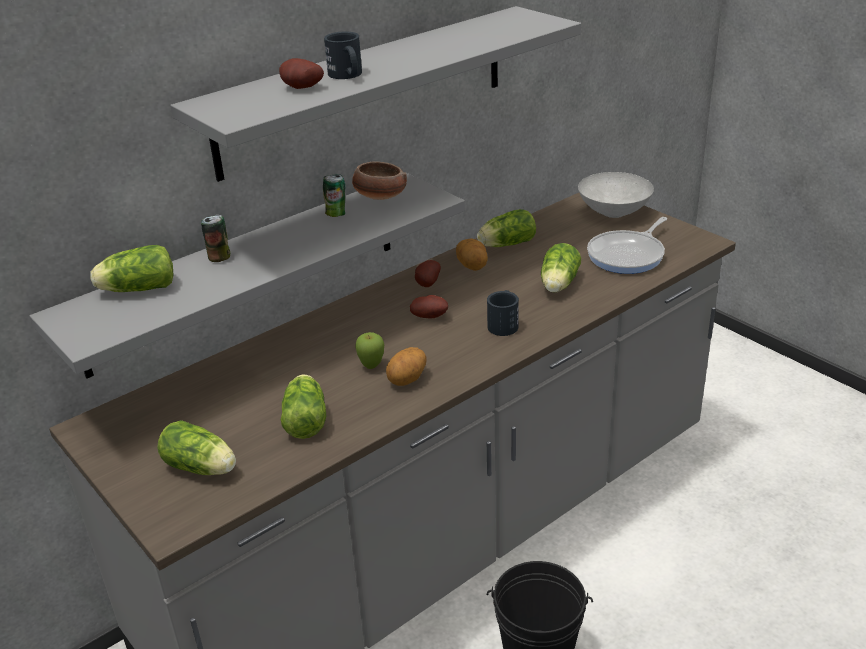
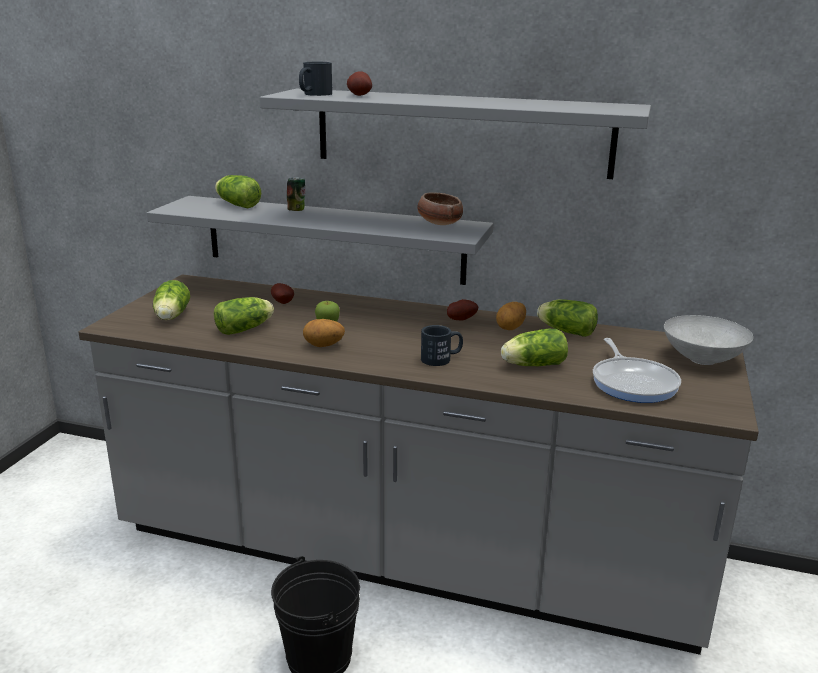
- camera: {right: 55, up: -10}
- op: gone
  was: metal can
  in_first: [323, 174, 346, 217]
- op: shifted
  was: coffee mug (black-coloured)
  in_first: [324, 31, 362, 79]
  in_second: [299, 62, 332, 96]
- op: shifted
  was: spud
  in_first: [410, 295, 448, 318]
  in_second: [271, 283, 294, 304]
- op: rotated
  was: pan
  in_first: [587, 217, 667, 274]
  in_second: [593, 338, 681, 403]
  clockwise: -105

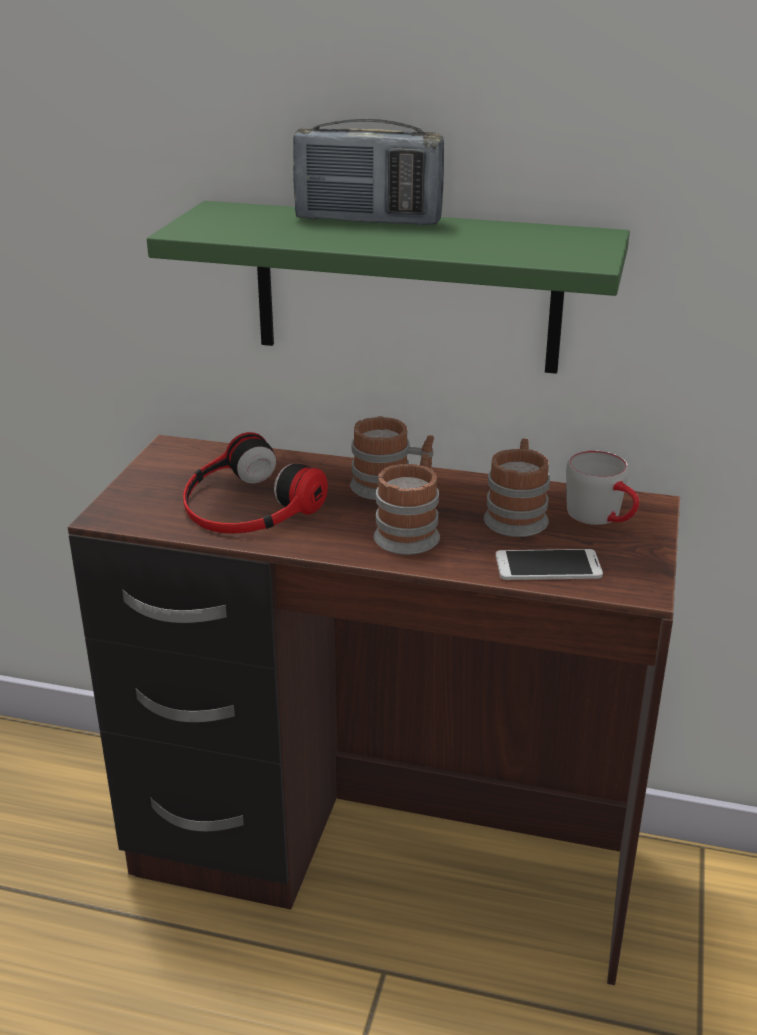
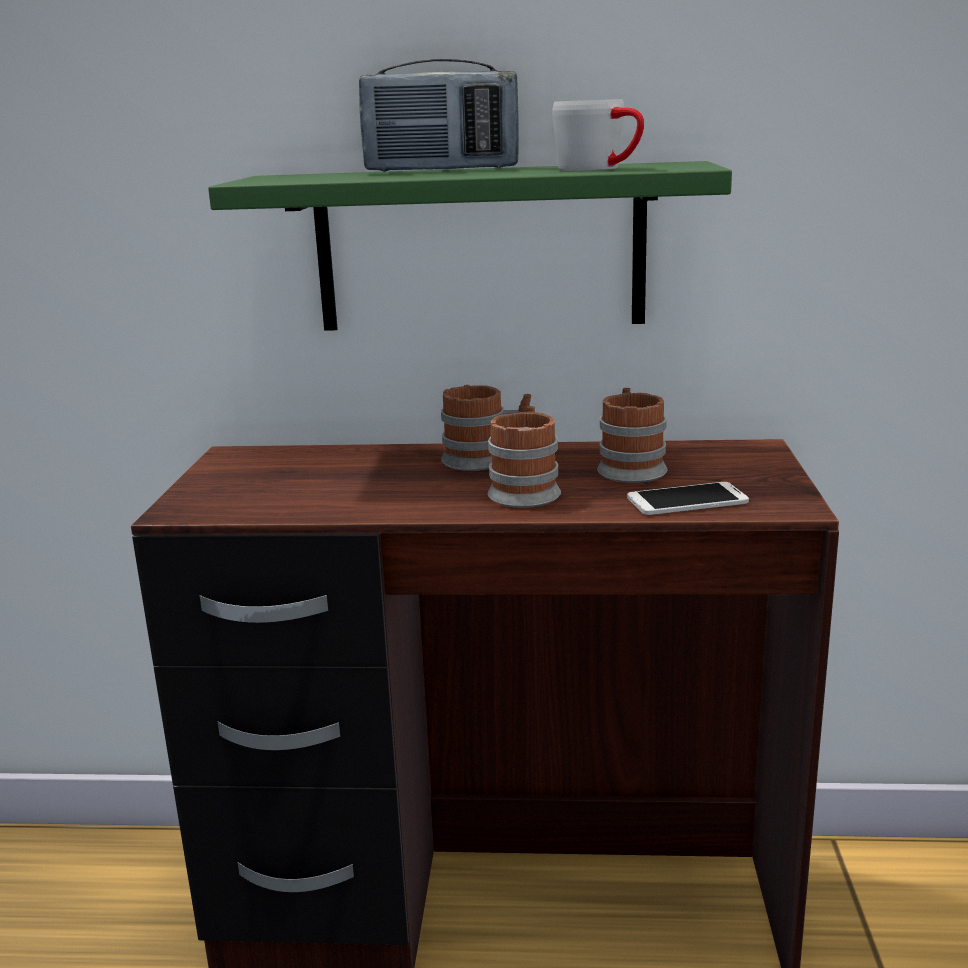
- camera: {right: -10, up: -10}
- op: gone
  was: pair of headphones
  in_first: [183, 432, 328, 533]
- op: shifted
  was: coffee mug (greyish)
  in_first: [566, 450, 640, 525]
  in_second: [552, 99, 644, 171]

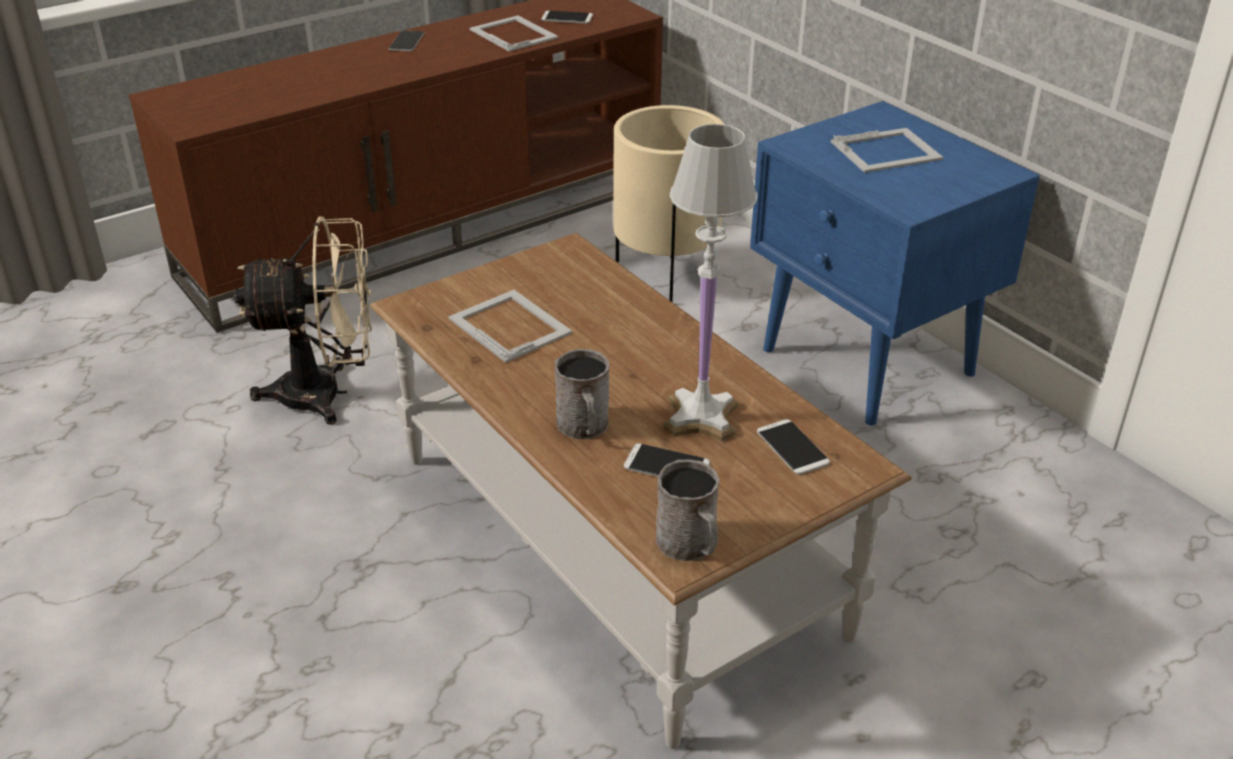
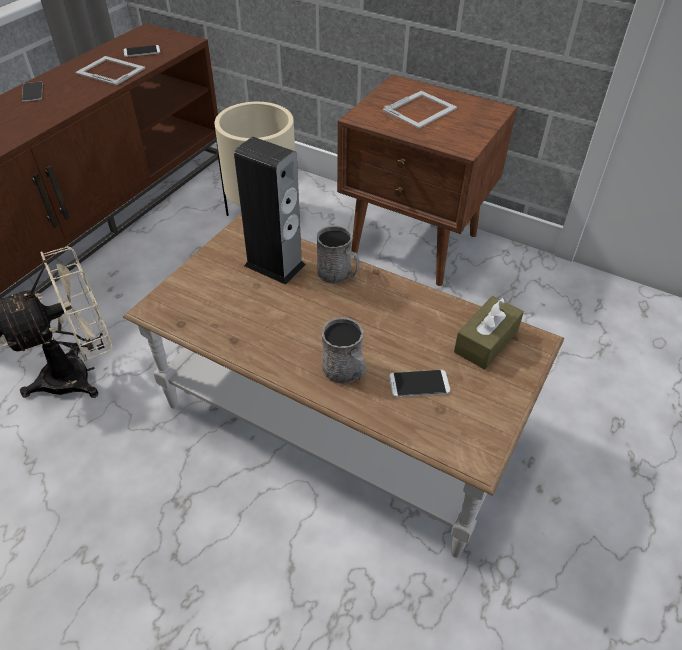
- camera: {right: -25, up: 10}
- op: gone
  was: photo frame
  in_first: [449, 290, 572, 363]
- op: shifted
  was: coffee mug (greyish)
  in_first: [656, 459, 720, 561]
  in_second: [317, 225, 360, 284]
- op: gone
  was: lamp for a table (whitish)
  in_first: [663, 124, 757, 442]
- op: repainted
  was: bedside table (blue)
  now: bedside table (brown-coloured)
  in_first: [750, 101, 1040, 426]
  in_second: [337, 74, 517, 286]
- op: swapped
  was: phone
  now: tissue box (brown-coloured)
  in_first: [757, 419, 830, 475]
  in_second: [454, 296, 524, 369]
- op: new
  now: speaker
  in_second: [234, 137, 305, 285]

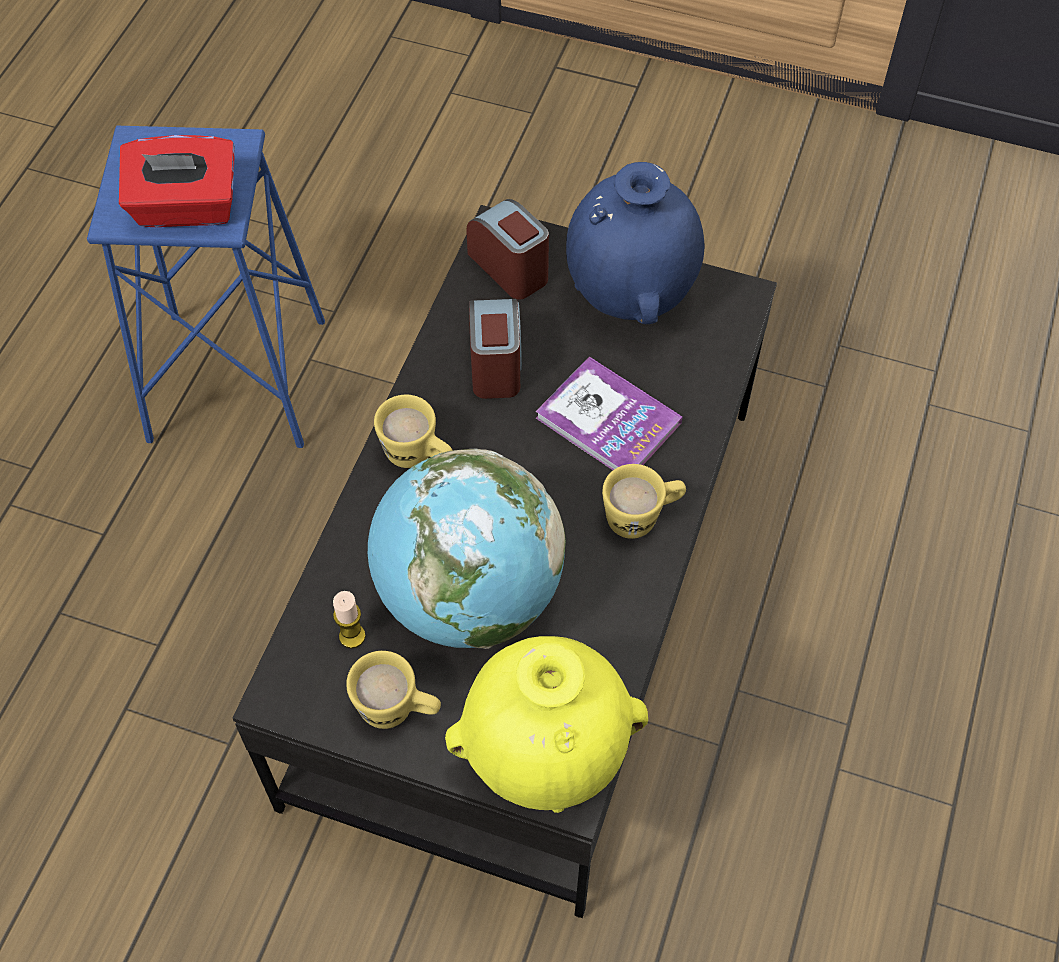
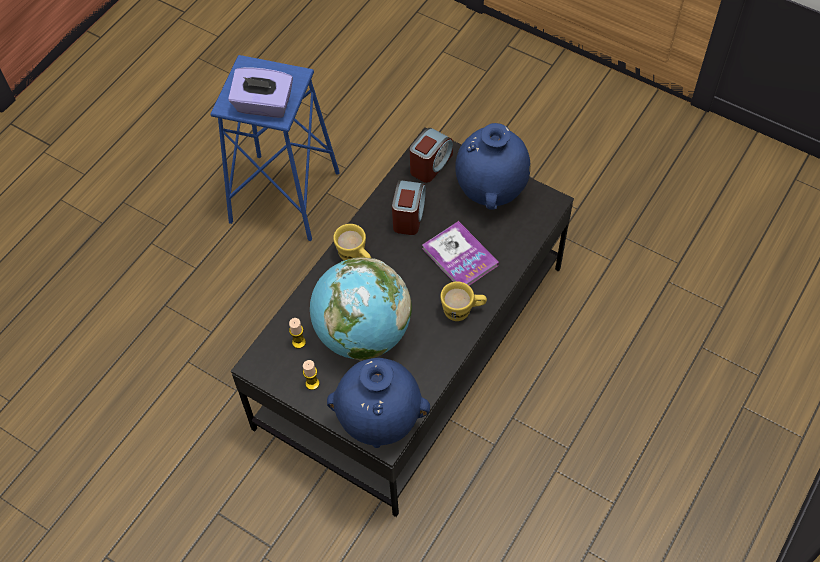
- camera: {right: 15, up: 0}
- op: repainted
  was: tissue box (red-coloured)
  now: tissue box (purple-coloured)
  in_first: [119, 135, 235, 227]
  in_second: [228, 67, 293, 118]
- op: swapped
  was: coffee mug (yellow-coloured)
  now: candle
  in_first: [346, 651, 441, 729]
  in_second: [303, 360, 319, 390]
- op: repainted
  was: flower vase (yellow-coloured)
  now: flower vase (blue)
  in_first: [445, 636, 648, 813]
  in_second: [327, 358, 430, 448]
- op: rotated
  was: alarm clock
  in_first: [466, 199, 549, 300]
  in_second: [410, 128, 453, 183]
  clockwise: 60

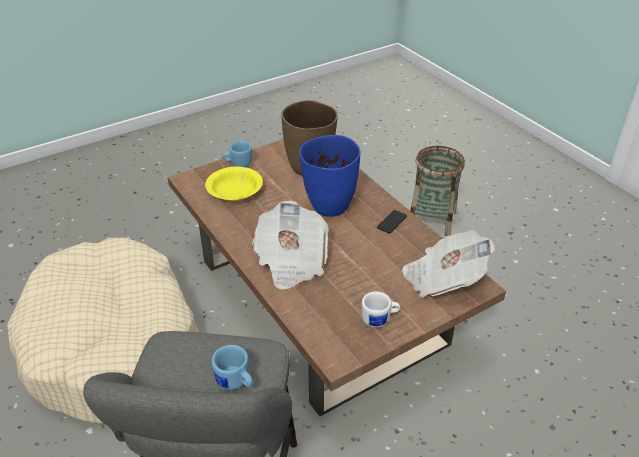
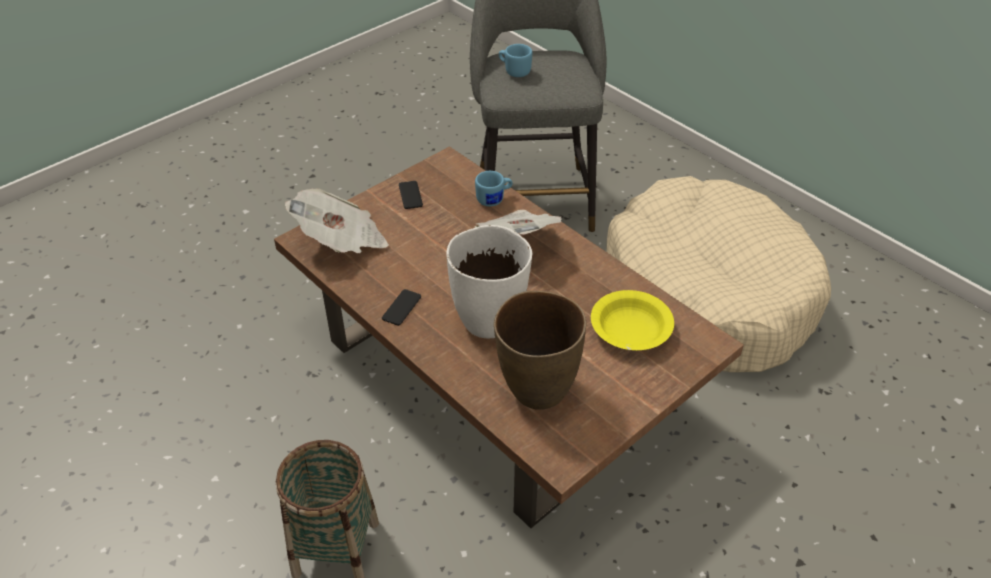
- camera: {right: 170, up: 5}
- op: shifted
  was: coffee mug (blue)
  in_first: [223, 141, 252, 167]
  in_second: [475, 171, 513, 206]
- op: repainted
  was: flower vase (blue)
  now: flower vase (whitish)
  in_first: [299, 135, 361, 217]
  in_second: [447, 225, 532, 339]
- op: swapped
  was: coffee mug (whitish)
  now: phone
  in_first: [362, 291, 400, 328]
  in_second: [399, 181, 423, 209]

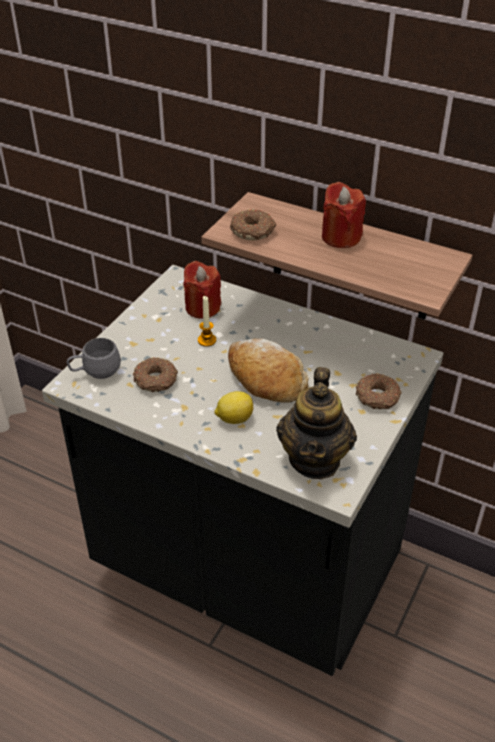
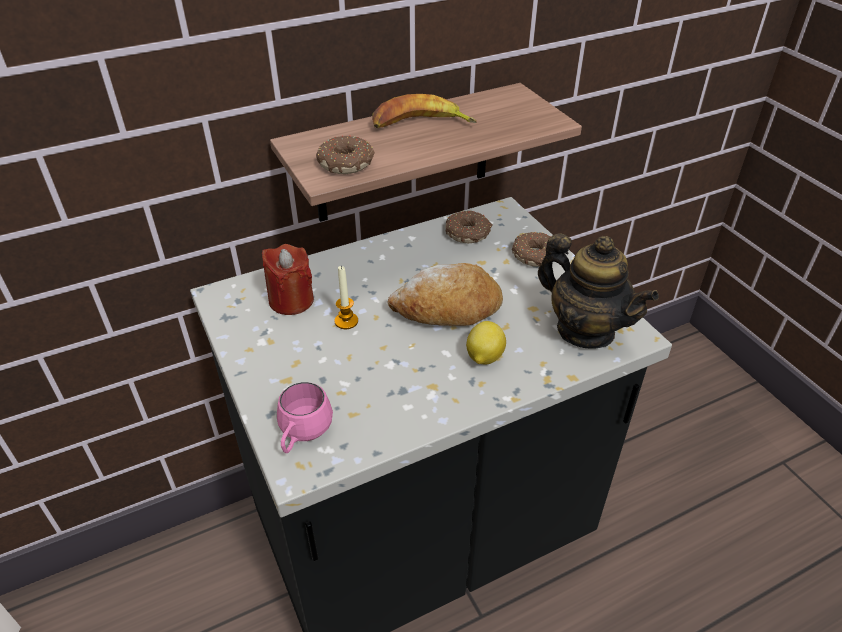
- camera: {right: -55, up: 0}
- op: repainted
  was: coffee mug (greyish)
  now: coffee mug (pink)
  in_first: [66, 338, 121, 379]
  in_second: [277, 382, 333, 453]
- op: shifted
  was: doughnut
  in_first: [133, 357, 178, 392]
  in_second: [445, 211, 493, 243]
- op: swapped
  was: candle (red-coloured)
  now: banana
  in_first: [322, 182, 366, 248]
  in_second: [372, 94, 477, 128]

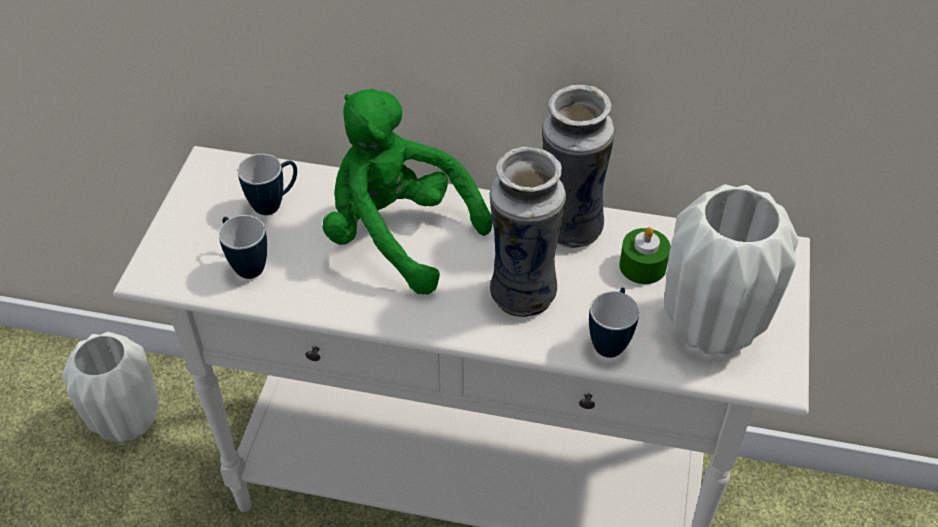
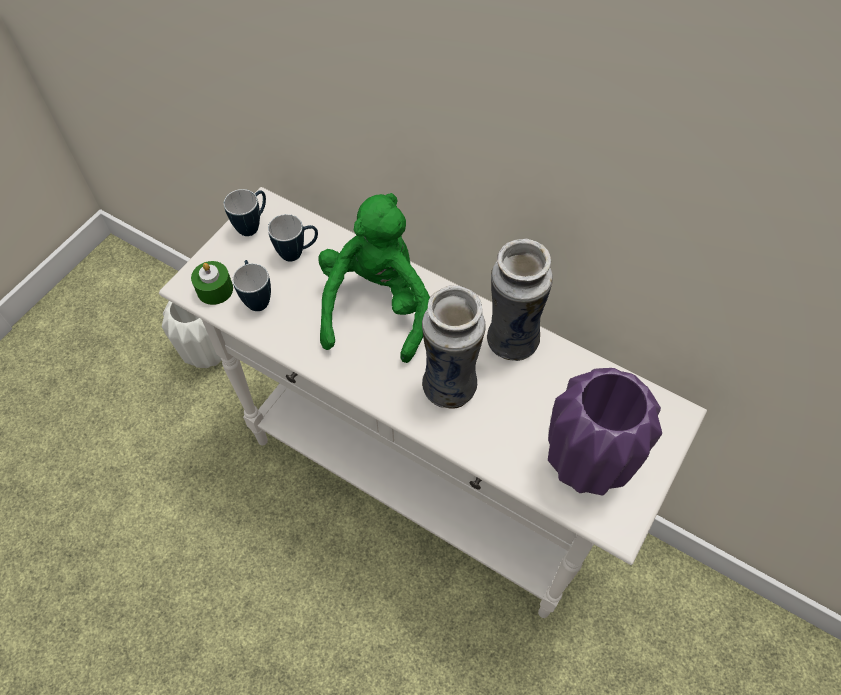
- camera: {right: 20, up: 10}
- op: rotated
  was: plush toy (green)
  in_first: [322, 89, 492, 295]
  in_second: [318, 193, 430, 363]
  clockwise: 45
- op: shifted
  was: coffee mug
  in_first: [589, 288, 639, 358]
  in_second: [224, 189, 266, 236]
- op: shifted
  was: candle (green)
  in_first: [619, 227, 671, 284]
  in_second: [191, 261, 233, 305]
- op: repainted
  was: flower vase (whitish)
  now: flower vase (purple-coloured)
  in_first: [664, 185, 799, 354]
  in_second: [548, 368, 662, 495]

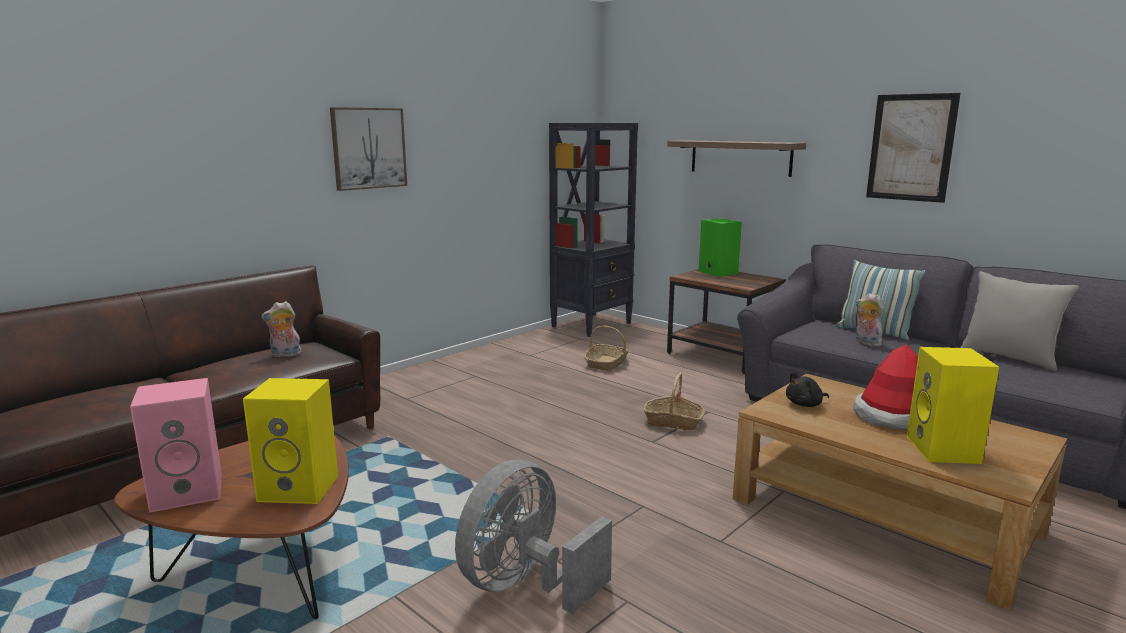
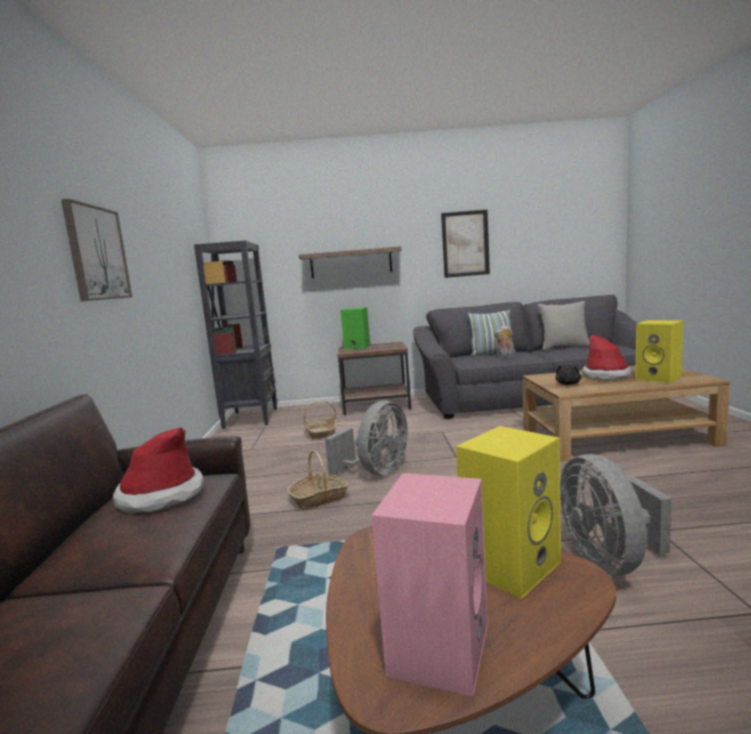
- camera: {right: -45, up: -5}
- op: swapped
  was: plush toy
  now: hat
  in_first: [261, 301, 302, 357]
  in_second: [112, 427, 204, 513]
- op: shifted
  was: household basket
  in_first: [644, 373, 705, 431]
  in_second: [287, 451, 349, 510]
- op: new
  now: electric fan (greyish)
  in_second: [325, 401, 408, 476]

